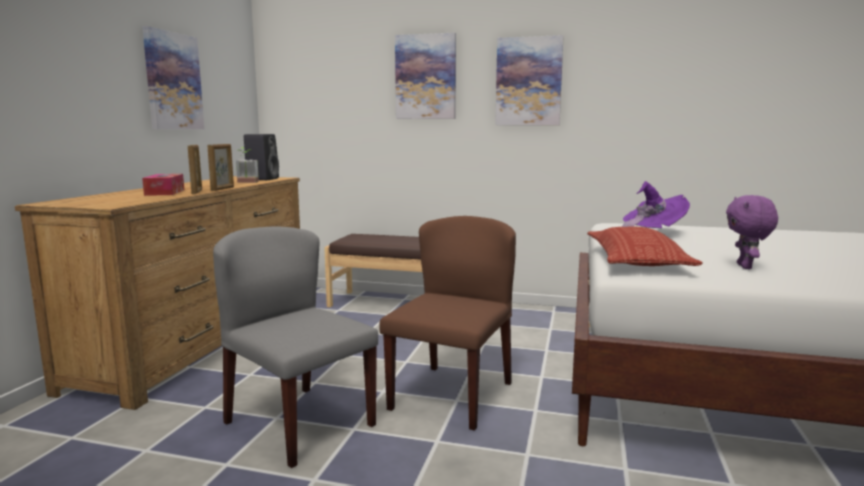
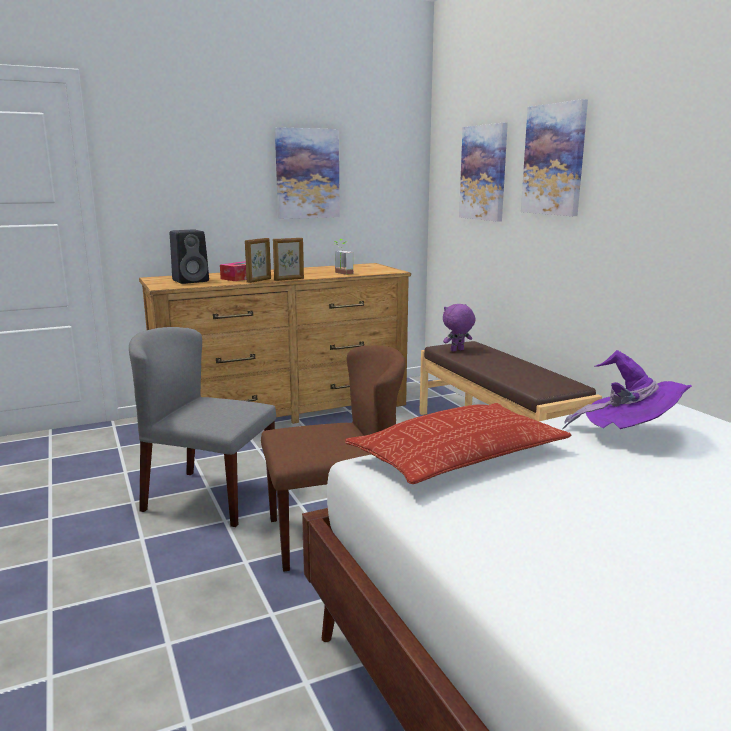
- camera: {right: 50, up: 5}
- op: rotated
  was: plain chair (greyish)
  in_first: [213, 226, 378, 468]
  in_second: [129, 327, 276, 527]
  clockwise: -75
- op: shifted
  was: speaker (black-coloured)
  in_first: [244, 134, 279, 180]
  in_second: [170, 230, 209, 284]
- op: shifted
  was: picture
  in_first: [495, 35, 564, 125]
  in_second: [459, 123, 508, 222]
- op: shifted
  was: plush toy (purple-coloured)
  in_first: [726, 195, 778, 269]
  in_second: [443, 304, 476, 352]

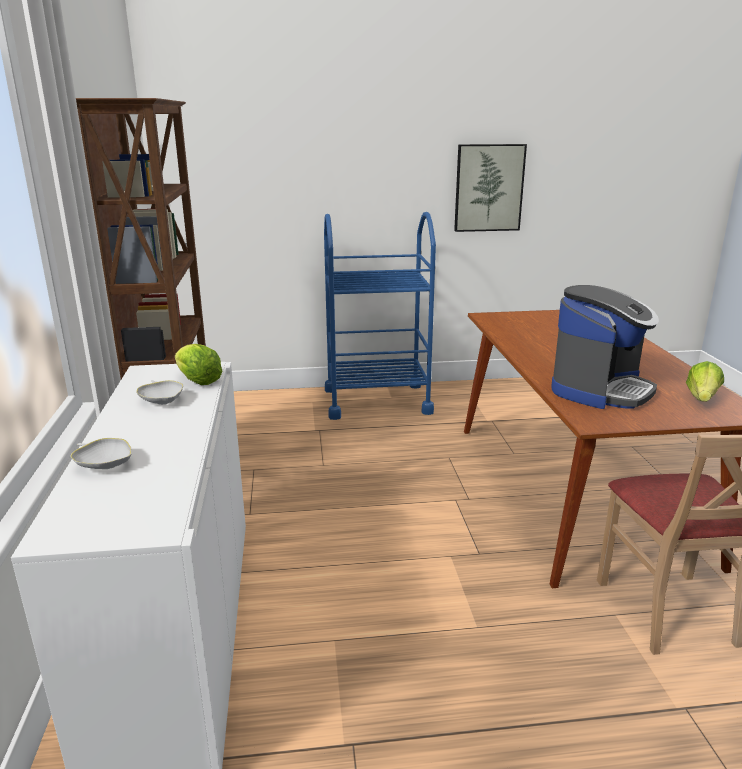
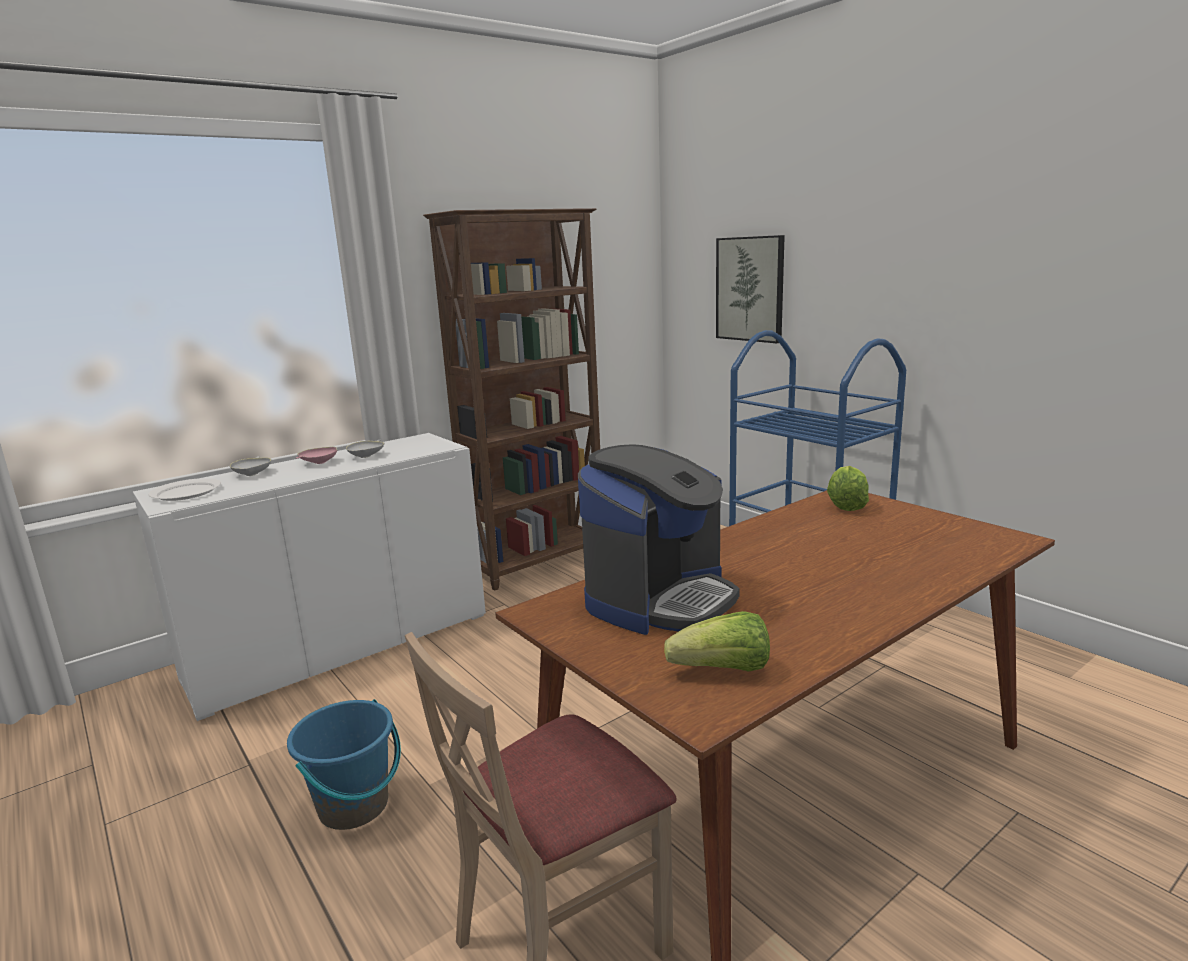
- camera: {right: 60, up: -5}
- op: shifted
  was: head of lettuce
  in_first: [175, 344, 223, 385]
  in_second: [827, 466, 869, 511]
- op: shifted
  was: picture
  in_first: [454, 144, 527, 232]
  in_second: [716, 235, 785, 343]
- op: rotated
  was: coffee machine
  in_first: [551, 285, 659, 409]
  in_second: [578, 444, 739, 635]
  clockwise: -60
- op: new
  now: flat dish (whitish)
  in_second: [148, 478, 221, 501]
- op: new
  now: pail (blue)
  in_second: [287, 699, 401, 830]
- op: new
  now: deep dish (pink)
  in_second: [296, 447, 337, 464]

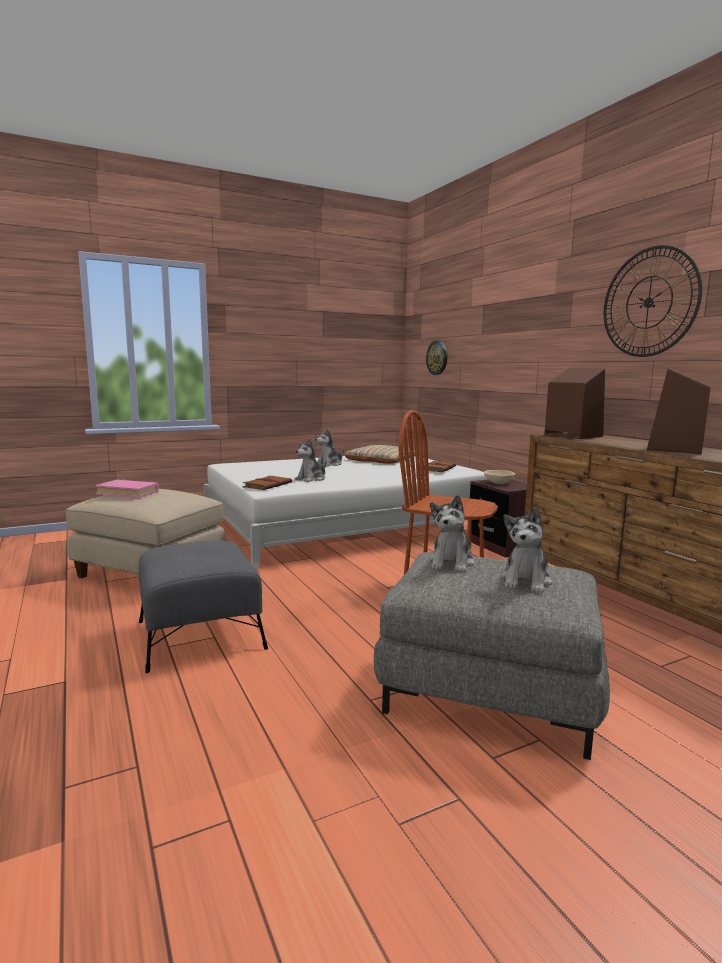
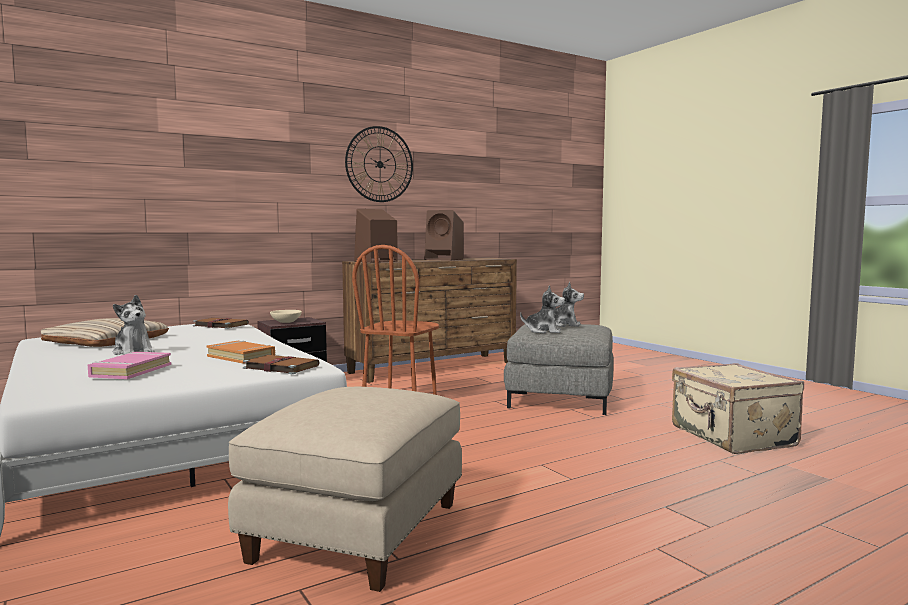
- camera: {right: -95, up: -5}
- op: shifted
  was: book (pink)
  in_first: [95, 479, 159, 498]
  in_second: [88, 352, 171, 379]
- op: gone
  was: pouffe (greyish)
  in_first: [138, 540, 268, 673]
- op: swapped
  was: plush toy
  now: book (orangey)
  in_first: [295, 439, 327, 482]
  in_second: [207, 341, 275, 364]
- op: gone
  was: wall clock
  in_first: [426, 341, 447, 375]
- op: new
  now: piece of luggage (sand-coloured)
  in_second: [672, 363, 804, 454]

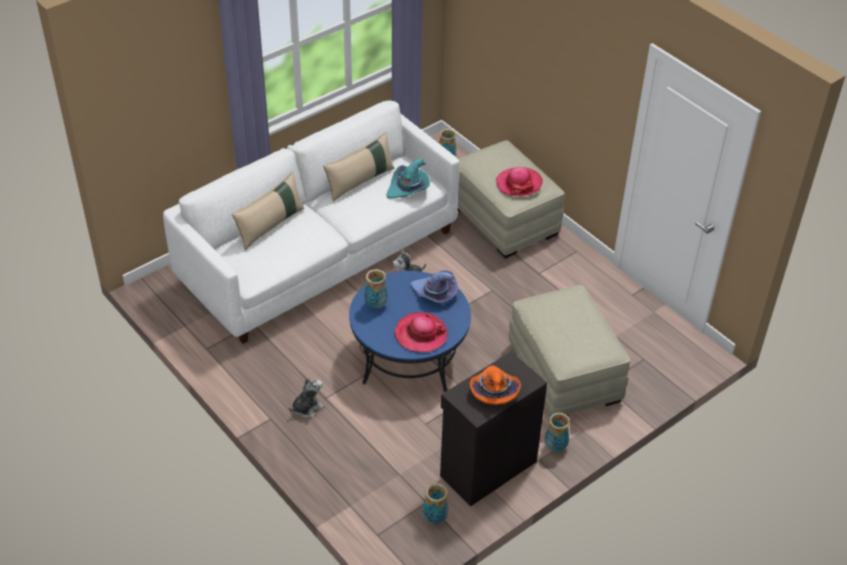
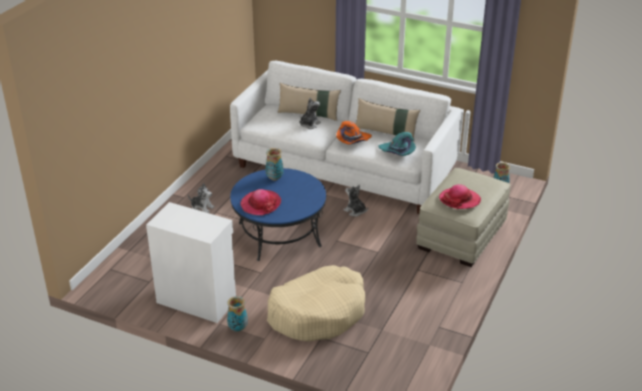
- camera: {right: 65, up: -10}
- op: gone
  was: hat (purple-coloured)
  in_first: [410, 270, 459, 304]
- op: gone
  was: flower vase
  in_first: [423, 483, 449, 524]
- op: repainted
  was: cupboard (black-coloured)
  now: cupboard (whitish)
  in_first: [440, 351, 547, 506]
  in_second: [146, 202, 236, 323]
- op: shifted
  was: hat (orangey)
  in_first: [470, 365, 521, 405]
  in_second: [336, 121, 372, 144]
- op: swapped
  was: pouffe (sand-coloured)
  now: pet bed (sand-coloured)
  in_first: [508, 285, 630, 416]
  in_second: [267, 265, 365, 341]
- op: new
  now: plush toy
  in_second: [299, 98, 321, 129]

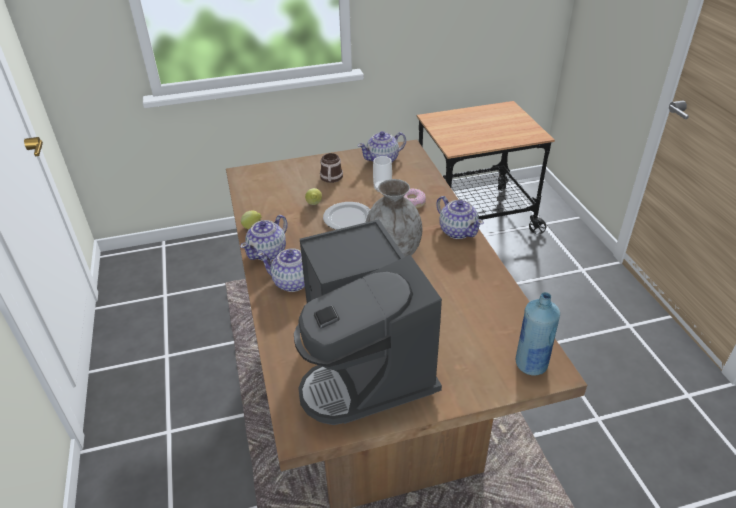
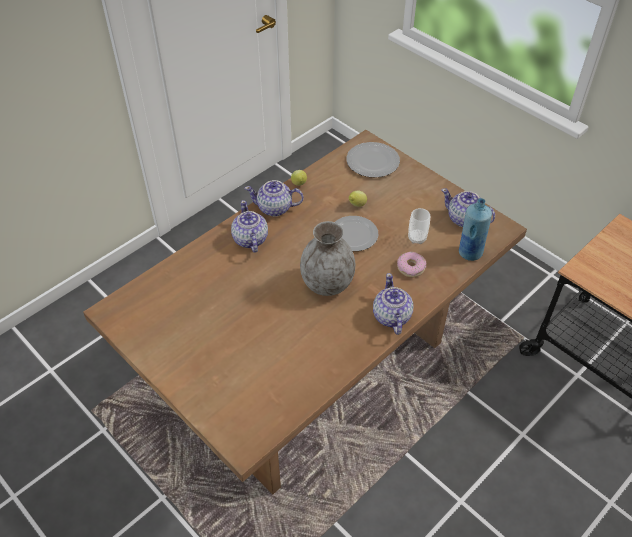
- camera: {right: 60, up: 10}
- op: gone
  was: coffee machine
  in_first: [294, 219, 442, 425]
- op: gone
  was: coffee mug
  in_first: [320, 153, 343, 183]
- op: rotated
  was: tea pot
  in_first: [436, 196, 484, 239]
  in_second: [373, 273, 413, 335]
  clockwise: 150
- op: shifted
  was: beverage bottle (blue)
  in_first: [516, 292, 560, 376]
  in_second: [459, 198, 492, 261]
- op: new
  now: flat dish
  in_second: [346, 142, 400, 177]

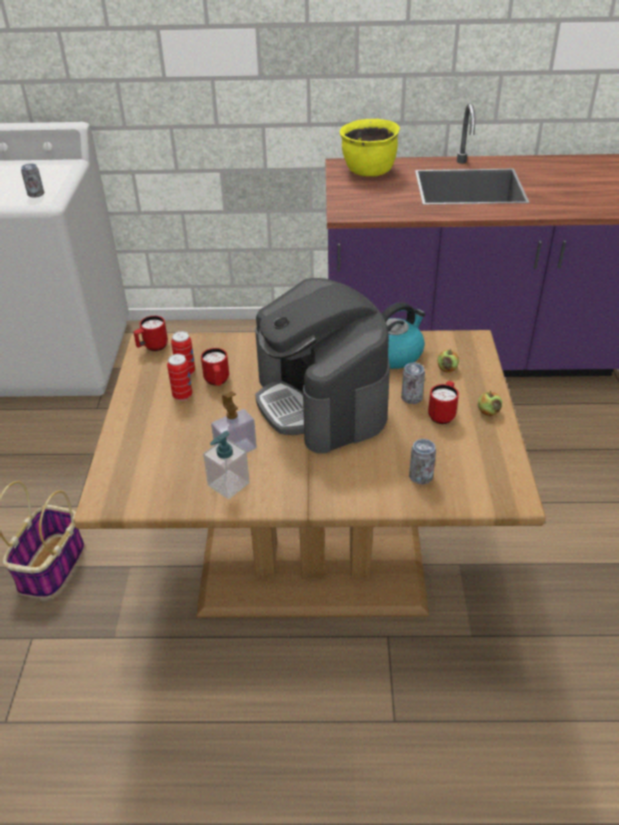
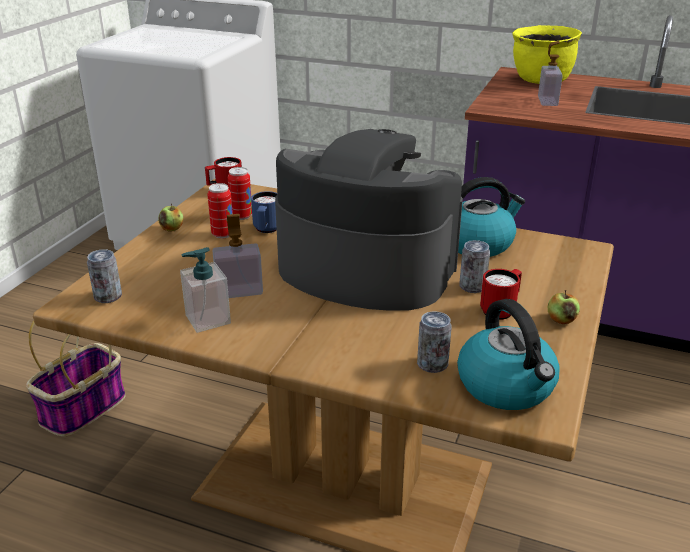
- camera: {right: 20, up: -10}
- op: shifted
  was: metal can
  in_first: [21, 163, 44, 198]
  in_second: [87, 249, 122, 303]
- op: repainted
  was: coffee mug (red-coloured)
  now: coffee mug (blue)
  in_first: [201, 348, 229, 386]
  in_second: [251, 191, 277, 233]
- op: rotated
  was: coffee machine
  in_first: [255, 278, 390, 454]
  in_second: [275, 129, 463, 311]
  clockwise: 120
- op: shifted
  was: apple fruit
  in_first: [437, 349, 459, 372]
  in_second: [158, 204, 184, 232]
- op: new
  now: tea kettle
  in_second: [457, 299, 560, 410]
- op: new
  now: soap bottle
  in_second: [538, 41, 563, 106]

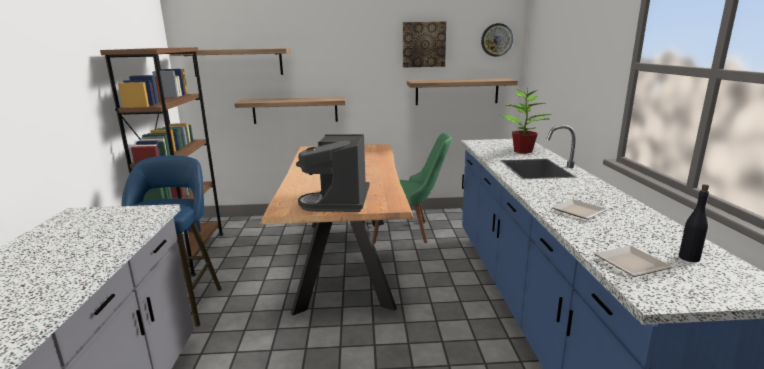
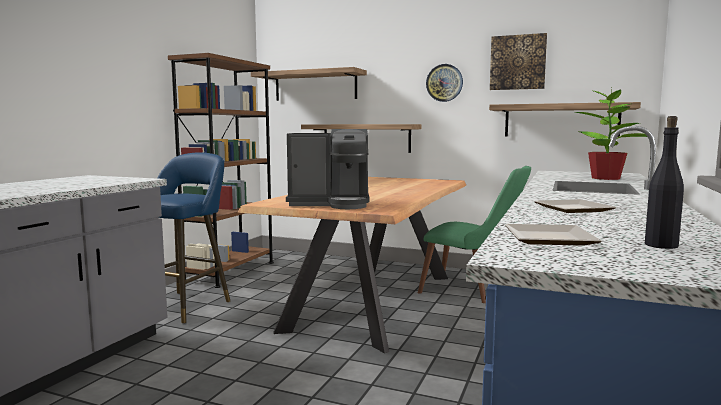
- camera: {right: 25, up: -10}
- op: rotated
  was: coffee machine
  in_first: [296, 134, 370, 212]
  in_second: [286, 129, 369, 209]
  clockwise: -120
- op: shifted
  was: wall clock
  in_first: [481, 23, 513, 57]
  in_second: [426, 64, 463, 102]

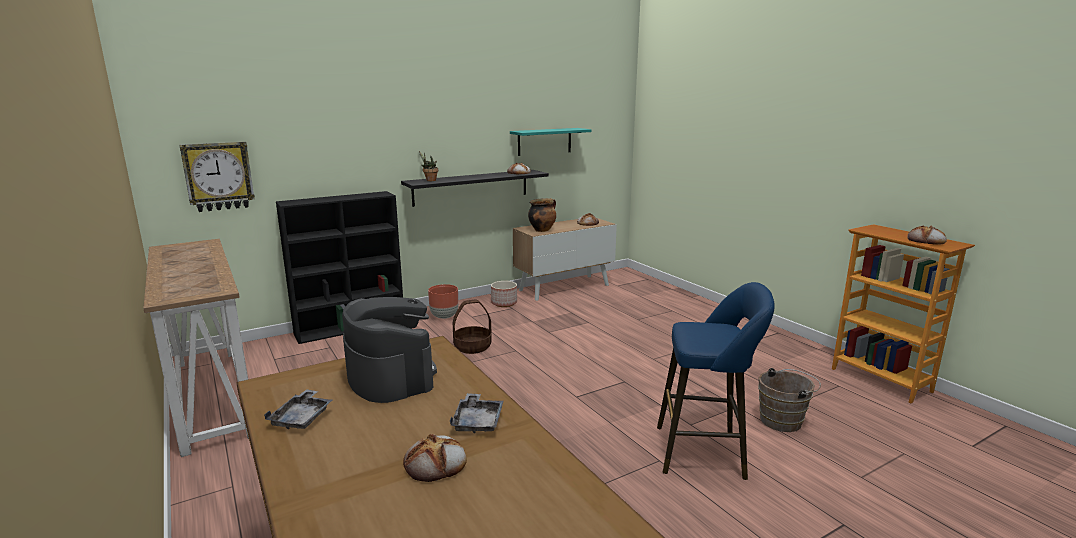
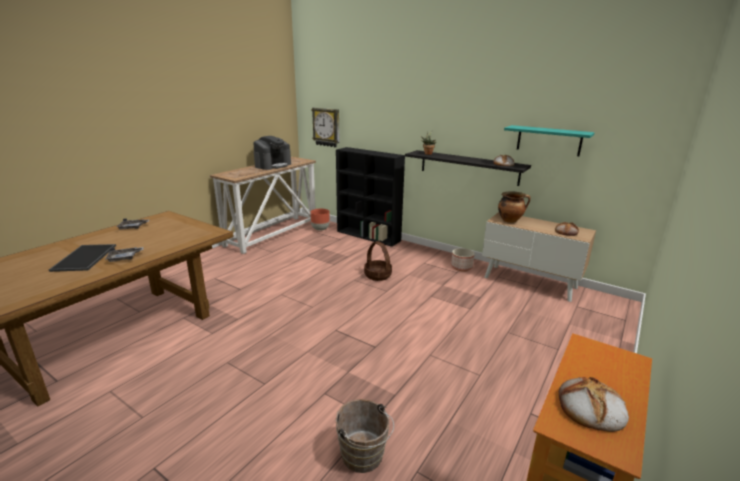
- camera: {right: 65, up: 5}
- op: shifted
  was: coffee machine
  in_first: [342, 297, 437, 403]
  in_second: [253, 136, 291, 170]
- op: swapped
  was: bread
  now: tray
  in_first: [403, 434, 467, 482]
  in_second: [49, 244, 116, 272]
- op: shifted
  was: planter (brown-coloured)
  in_first: [428, 284, 458, 319]
  in_second: [310, 209, 330, 231]
- op: gone
  was: stool (blue)
  in_first: [657, 282, 775, 480]

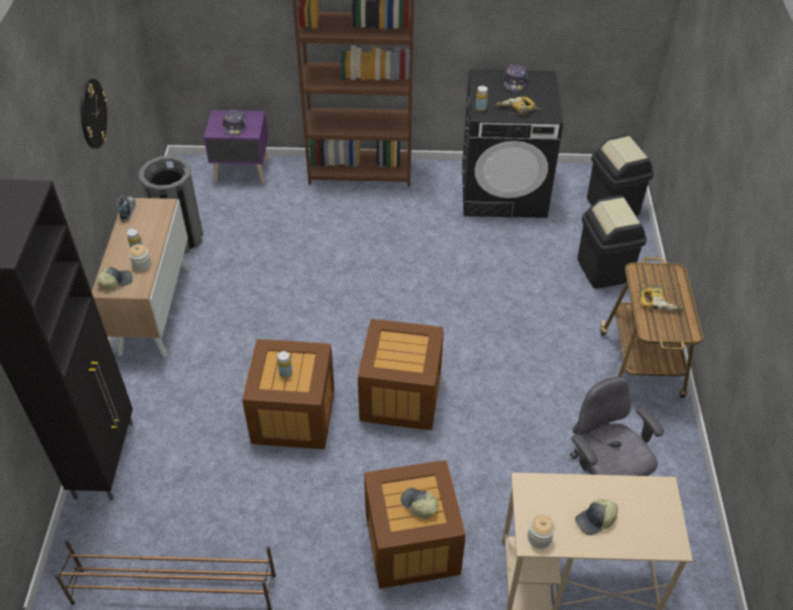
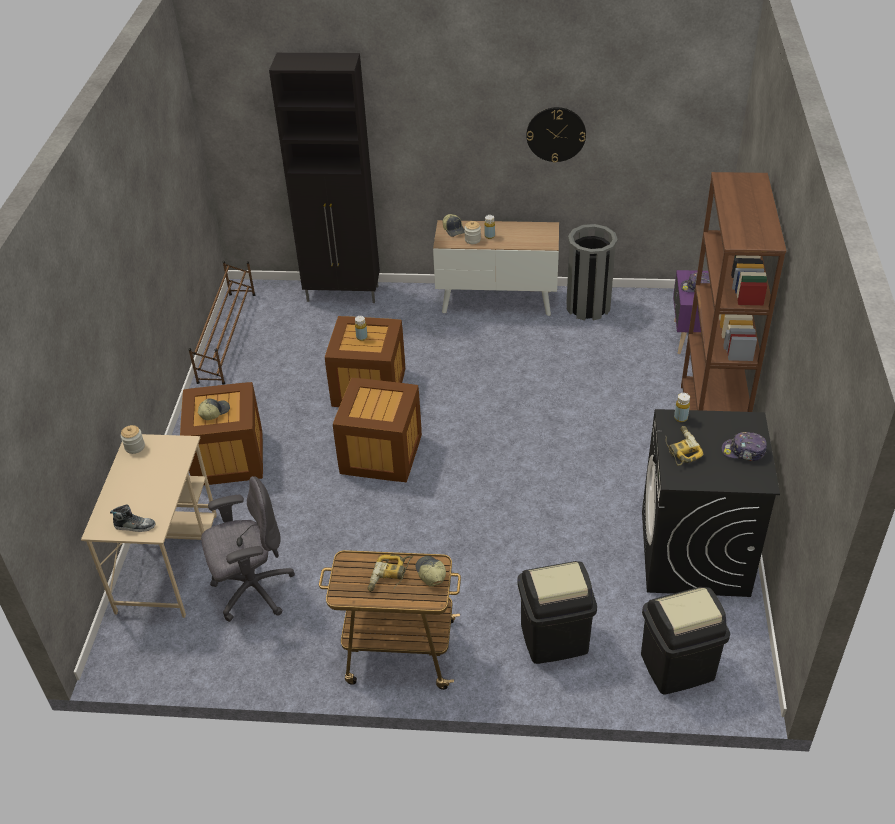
- camera: {right: 95, up: -5}
- op: shifted
  was: low shoe
  in_first: [116, 195, 136, 222]
  in_second: [110, 505, 156, 532]
- op: shifted
  was: baseball cap
  in_first: [575, 499, 618, 535]
  in_second: [415, 556, 446, 587]

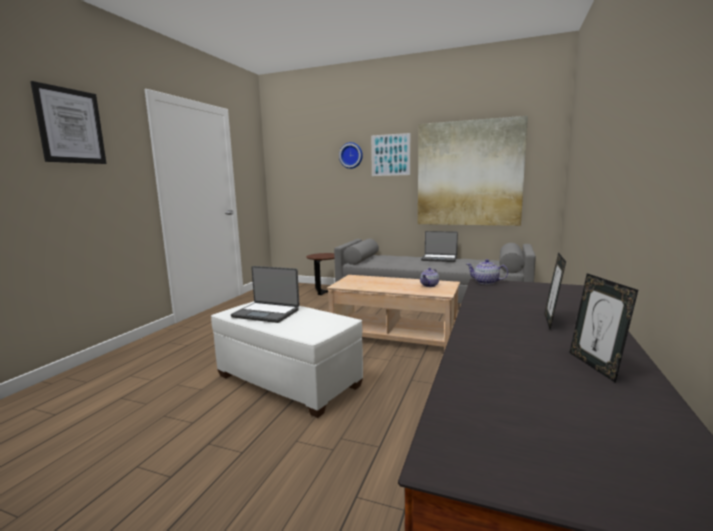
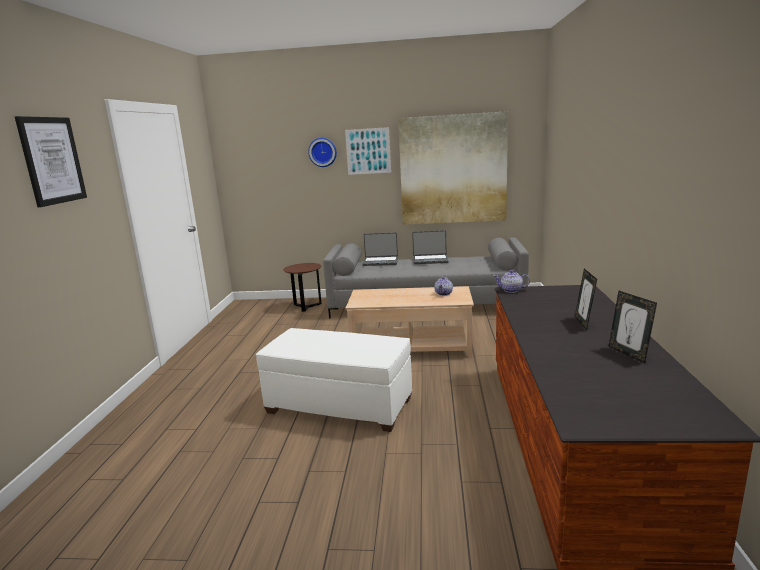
- camera: {right: -15, up: 5}
- op: shifted
  was: laptop
  in_first: [231, 266, 299, 323]
  in_second: [362, 232, 398, 266]

